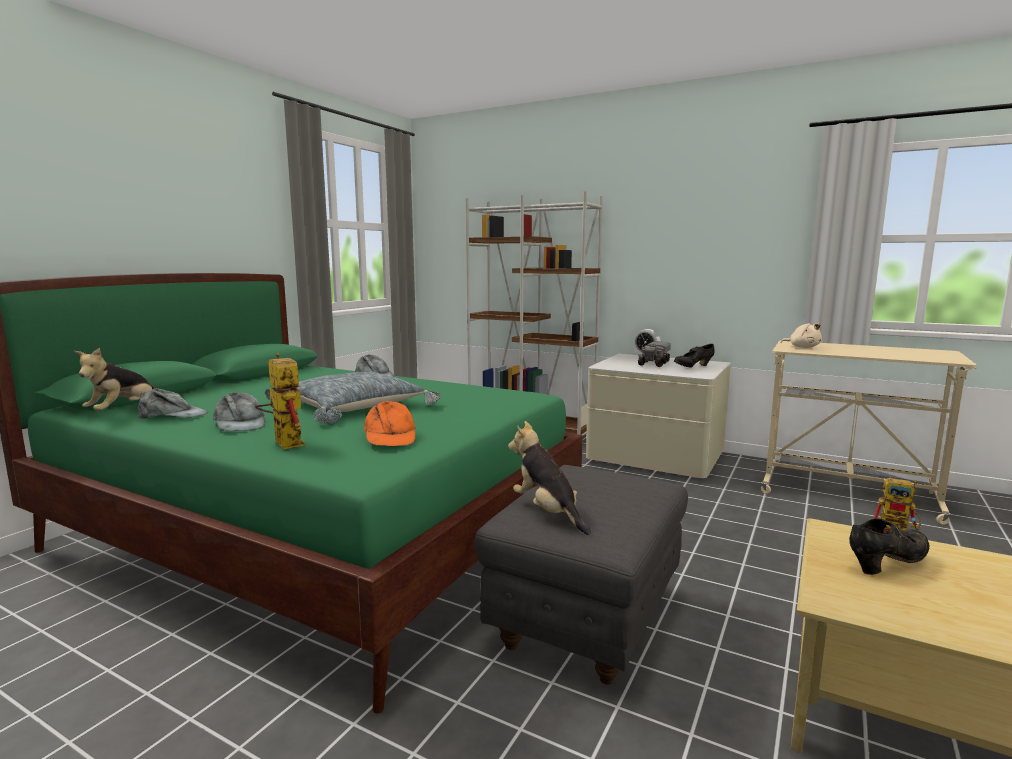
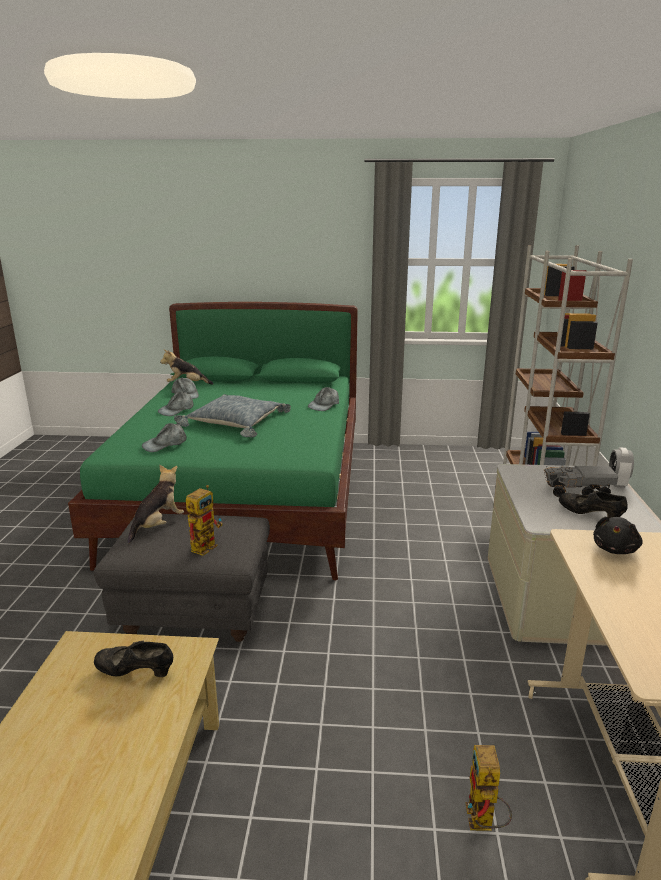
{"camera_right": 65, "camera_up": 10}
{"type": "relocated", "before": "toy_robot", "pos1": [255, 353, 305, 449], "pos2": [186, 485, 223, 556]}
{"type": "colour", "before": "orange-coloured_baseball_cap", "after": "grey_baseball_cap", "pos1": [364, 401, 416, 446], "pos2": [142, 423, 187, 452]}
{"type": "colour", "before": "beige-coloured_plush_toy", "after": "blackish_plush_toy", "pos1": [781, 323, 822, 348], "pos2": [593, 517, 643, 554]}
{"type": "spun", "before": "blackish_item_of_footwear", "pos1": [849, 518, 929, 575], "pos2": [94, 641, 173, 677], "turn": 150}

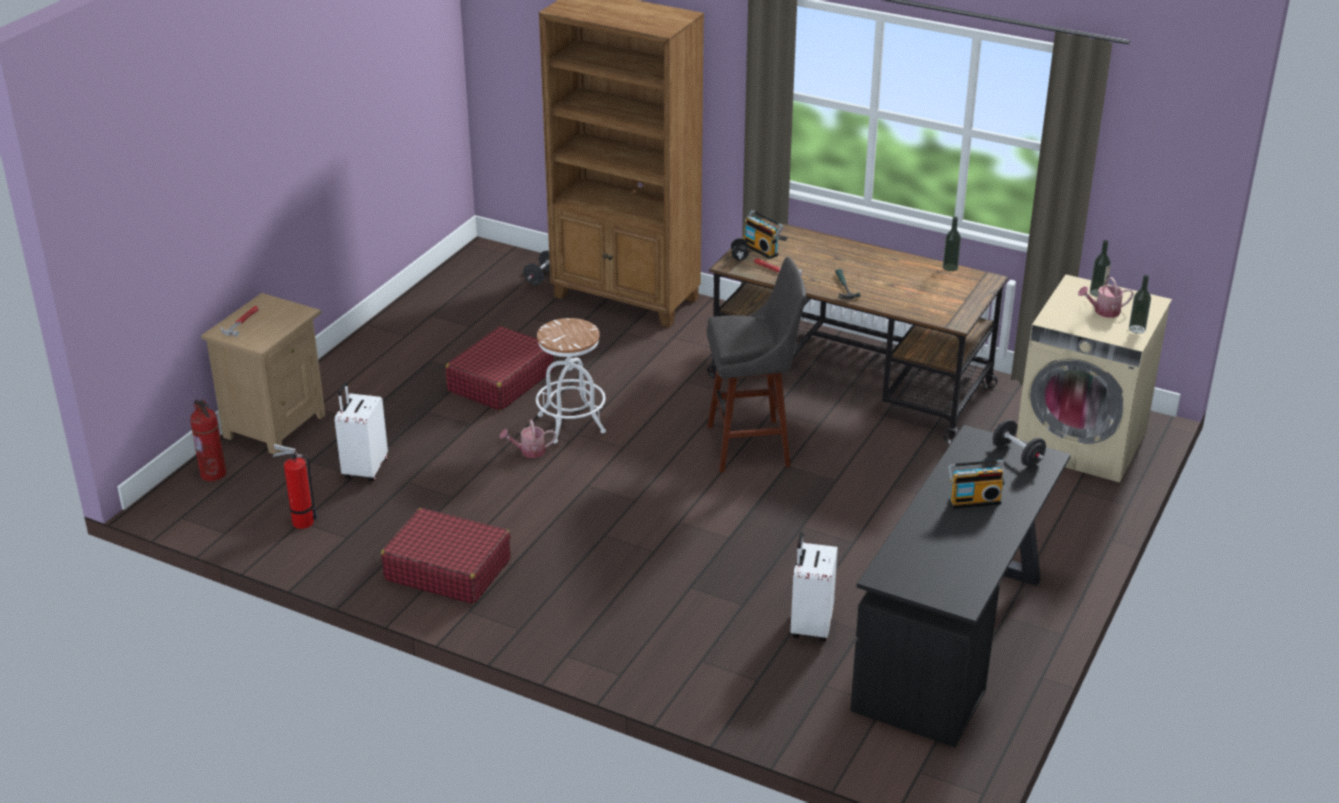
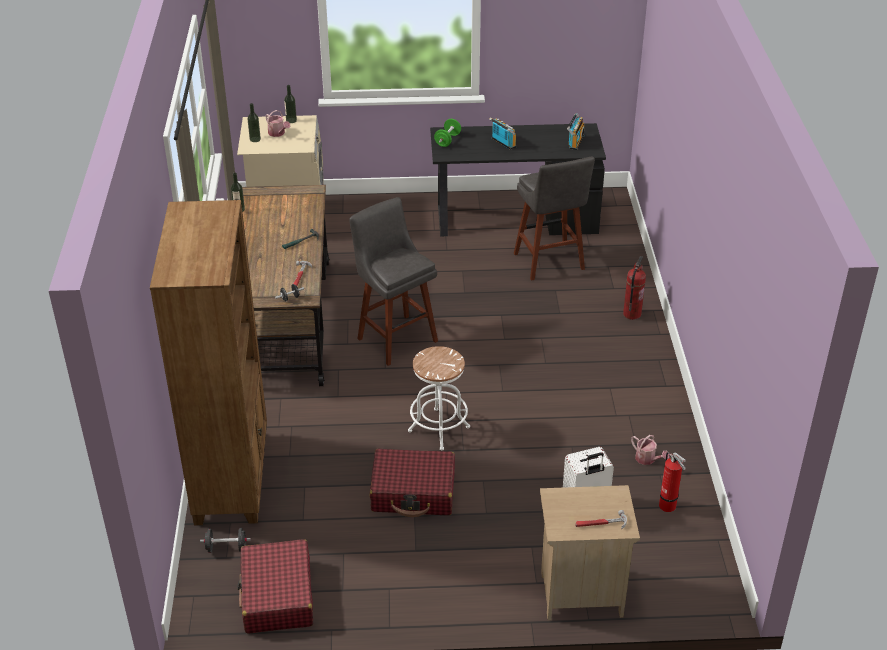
{"camera_right": -120, "camera_up": 5}
{"type": "relocated", "before": "fire_extinguisher", "pos1": [190, 399, 226, 481], "pos2": [623, 256, 646, 320]}
{"type": "relocated", "before": "reddish_suitcase", "pos1": [381, 508, 511, 604], "pos2": [237, 539, 313, 634]}
{"type": "relocated", "before": "sprinkling_can", "pos1": [499, 420, 556, 458], "pos2": [631, 435, 670, 465]}
{"type": "relocated", "before": "radio_set", "pos1": [744, 210, 783, 259], "pos2": [567, 113, 584, 150]}
{"type": "exchanged", "before": "white-coloured_suitcase", "after": "grey_sitting_stool", "pos1": [790, 532, 838, 642], "pos2": [514, 157, 595, 281]}
{"type": "colour", "before": "blackish_free_weight", "after": "green_free_weight", "pos1": [993, 419, 1046, 467], "pos2": [434, 119, 461, 147]}

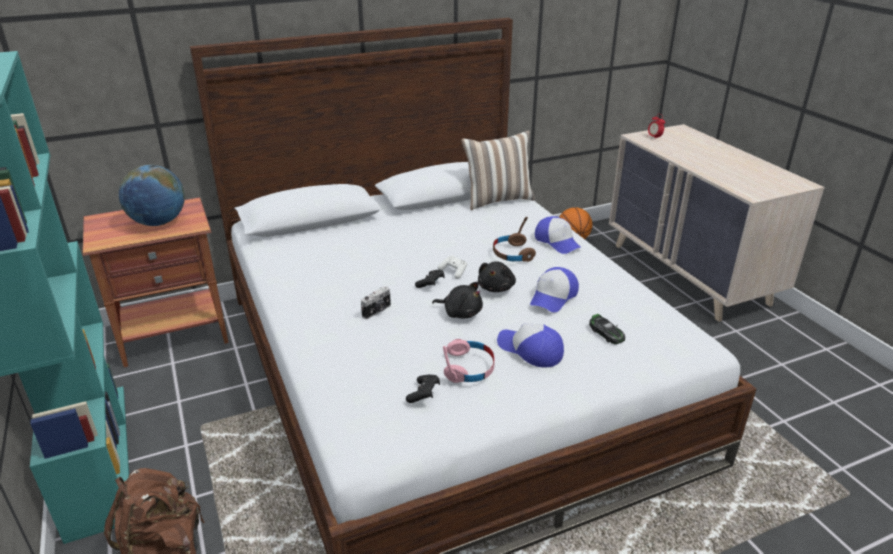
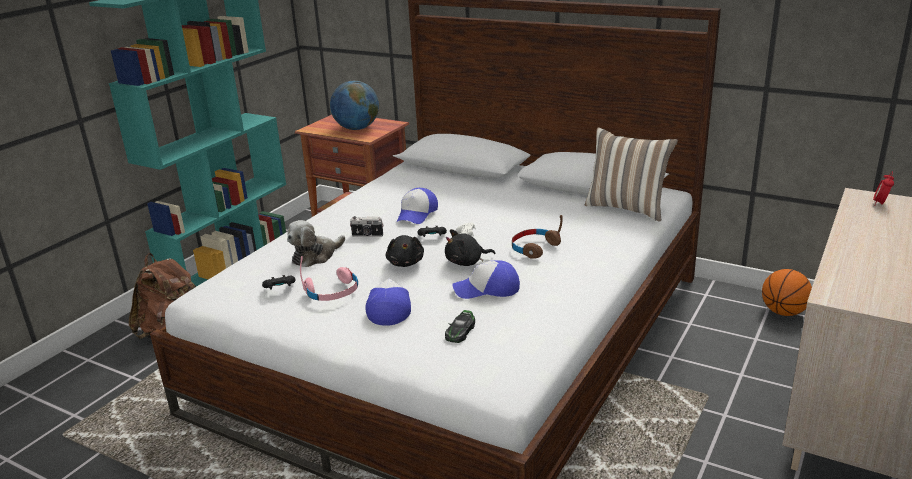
{"camera_right": 55, "camera_up": -5}
{"type": "relocated", "before": "baseball_cap", "pos1": [535, 216, 582, 254], "pos2": [397, 188, 438, 224]}
{"type": "appeared", "after": "plush_toy", "pos2": [287, 220, 345, 267]}

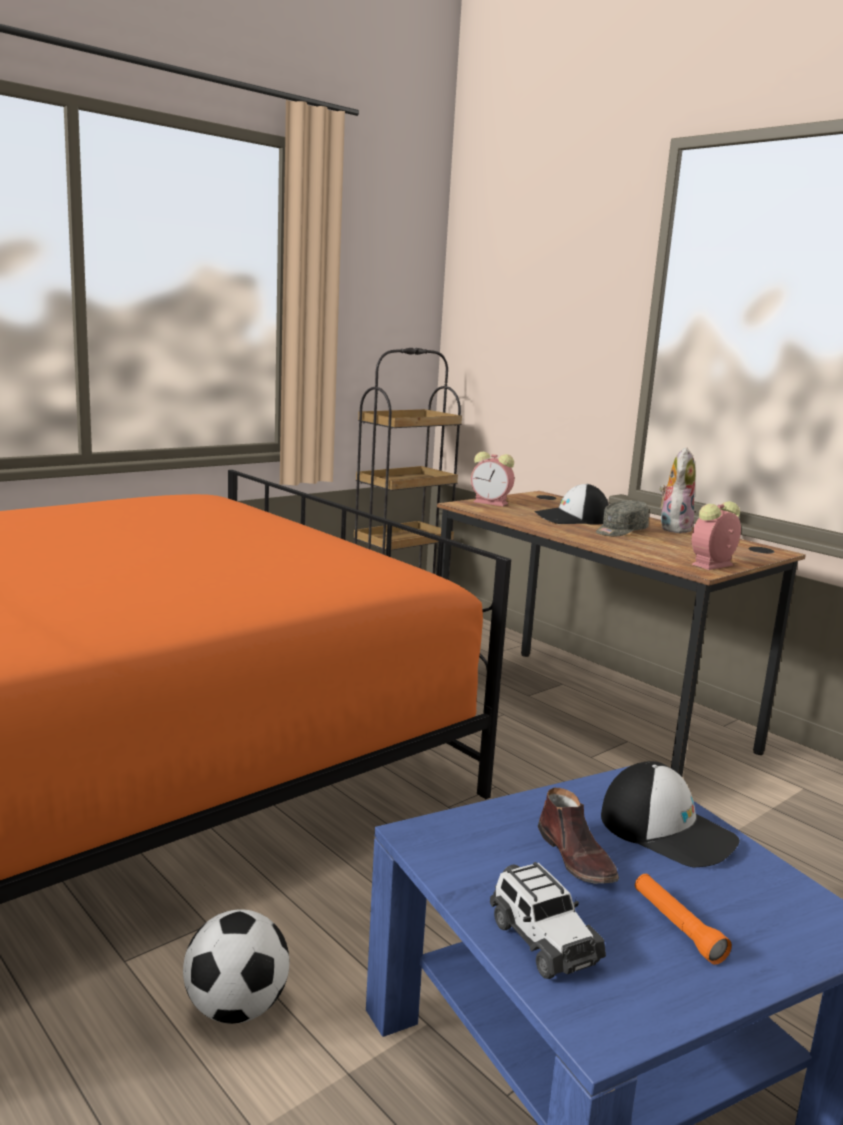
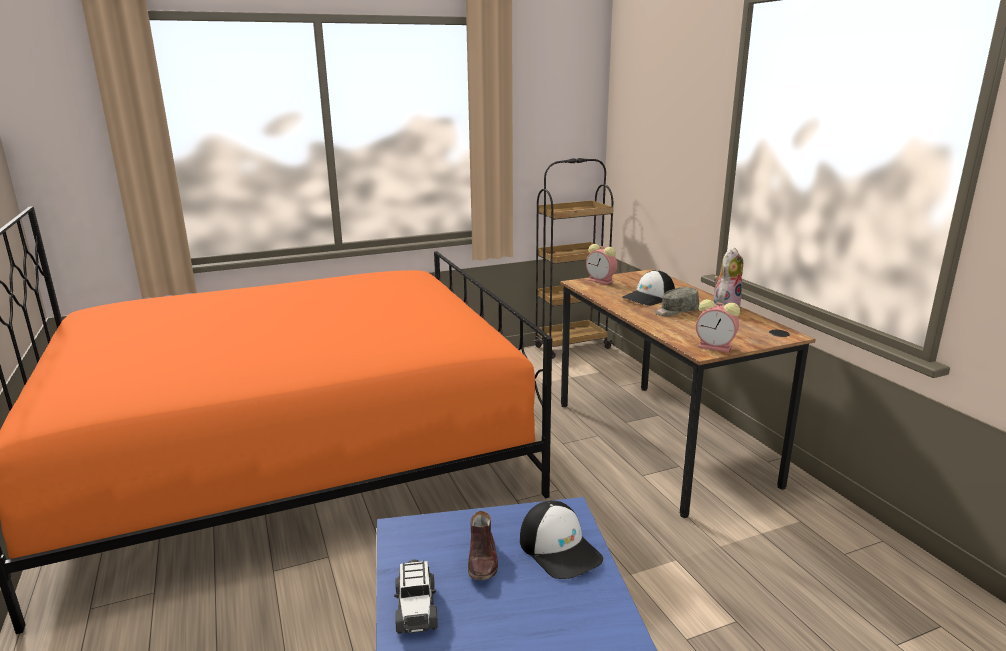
{"camera_right": 20, "camera_up": 5}
{"type": "missing", "before": "football_ball", "pos1": [183, 909, 289, 1024]}
{"type": "spun", "before": "baseball_cap", "pos1": [534, 484, 609, 525], "pos2": [622, 270, 675, 306], "turn": -45}
{"type": "missing", "before": "orange-coloured_hand_torch", "pos1": [635, 874, 732, 965]}
{"type": "spun", "before": "table_clock", "pos1": [692, 501, 741, 570], "pos2": [696, 299, 740, 353], "turn": -135}

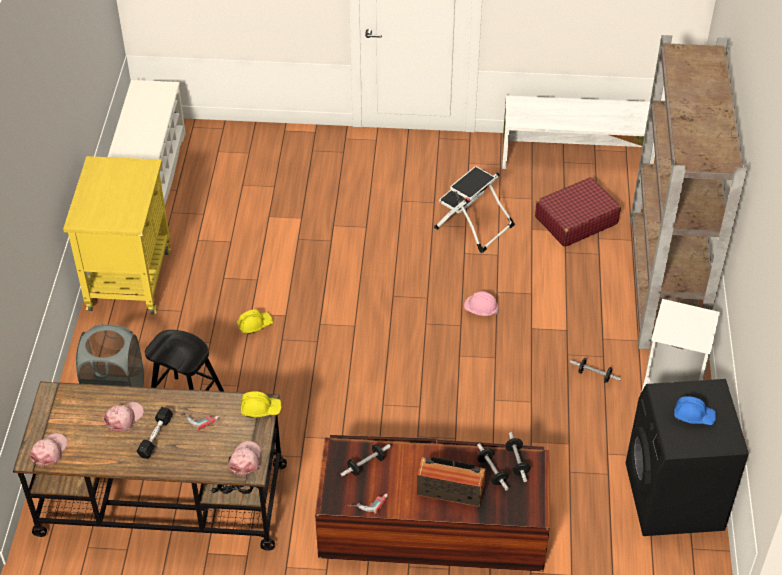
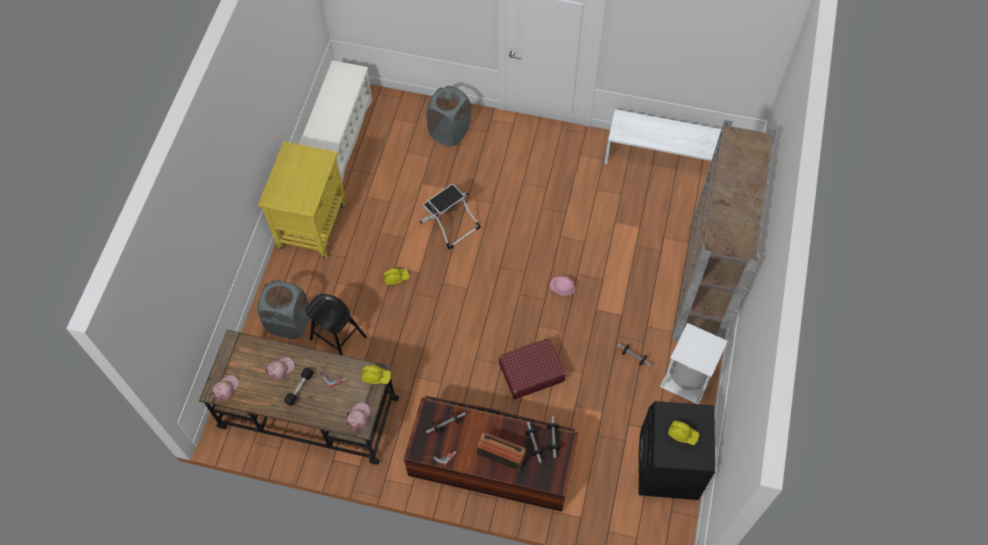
{"camera_right": 10, "camera_up": 15}
{"type": "relocated", "before": "step_ladder", "pos1": [434, 166, 515, 253], "pos2": [419, 184, 481, 250]}
{"type": "relocated", "before": "reddish_suitcase", "pos1": [535, 177, 621, 247], "pos2": [499, 338, 566, 399]}
{"type": "colour", "before": "blue_hard_hat", "after": "yellowish_hard_hat", "pos1": [674, 396, 716, 425], "pos2": [668, 421, 699, 445]}
{"type": "appeared", "after": "grey_washing_basket", "pos2": [426, 86, 471, 147]}

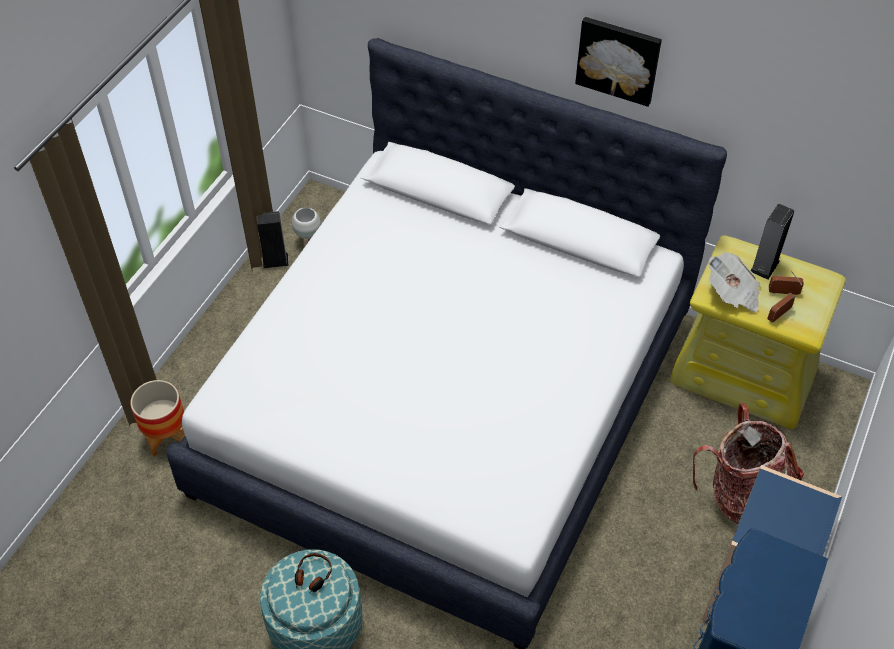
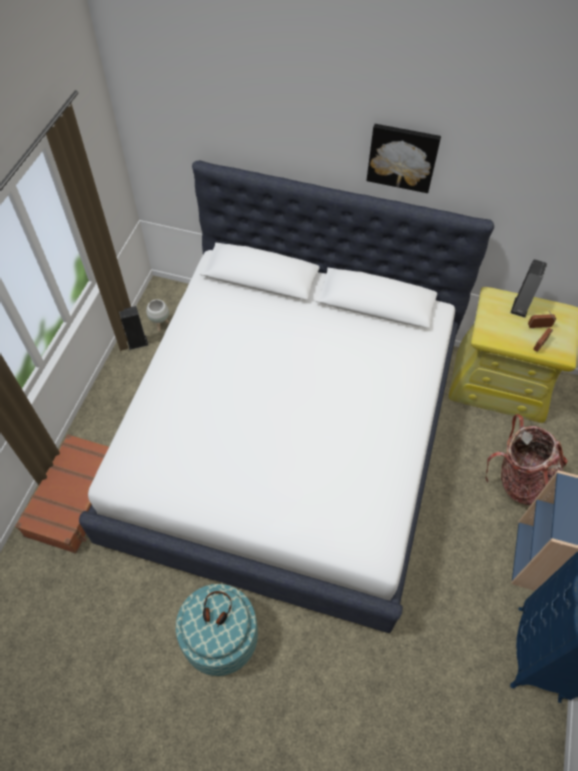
{"camera_right": -10, "camera_up": 5}
{"type": "exchanged", "before": "planter", "after": "brownish_suitcase", "pos1": [130, 380, 185, 456], "pos2": [15, 434, 109, 554]}
{"type": "missing", "before": "printed_paper", "pos1": [708, 252, 760, 312]}

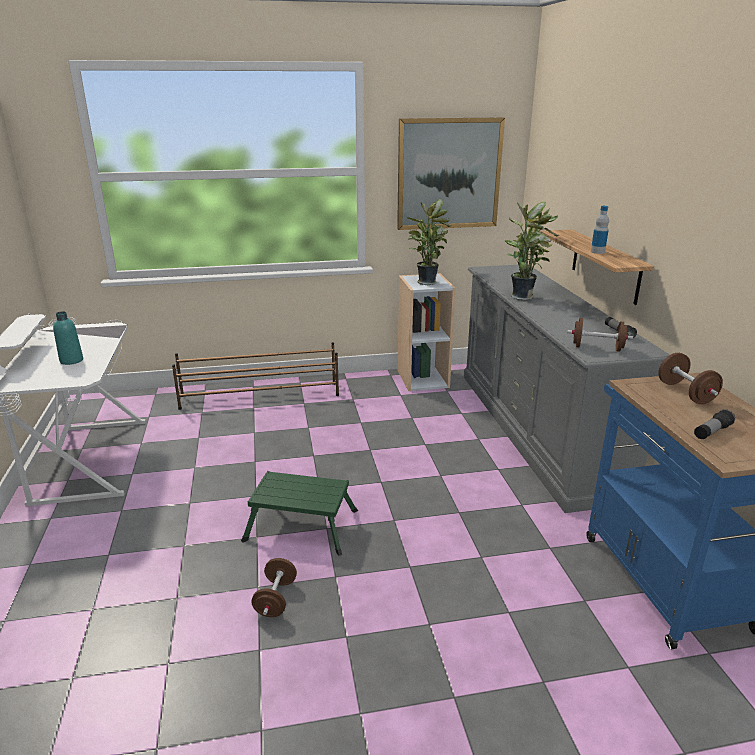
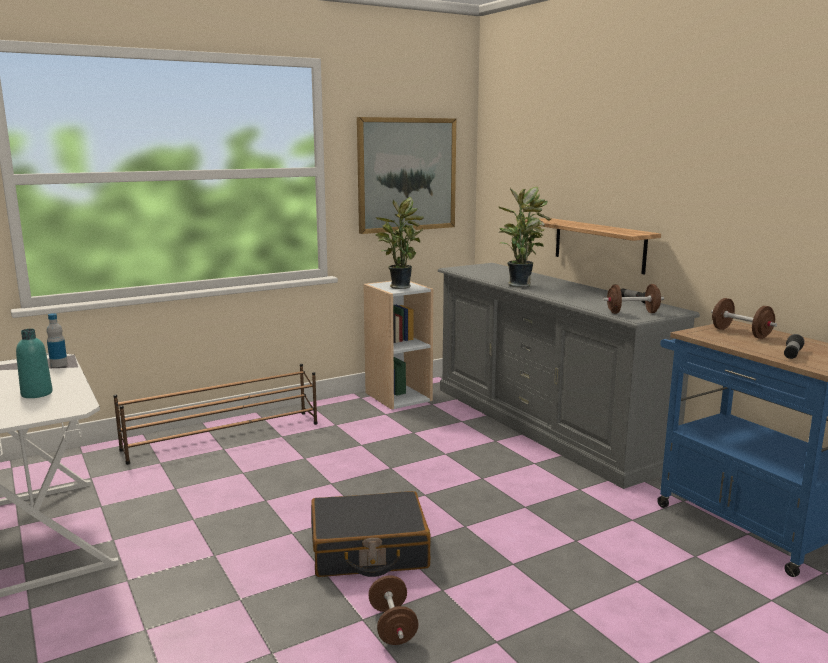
{"camera_right": -20, "camera_up": -10}
{"type": "exchanged", "before": "green_step_ladder", "after": "blackish_suitcase", "pos1": [241, 471, 358, 556], "pos2": [311, 491, 430, 577]}
{"type": "relocated", "before": "beverage_bottle", "pos1": [591, 206, 609, 254], "pos2": [46, 313, 68, 367]}

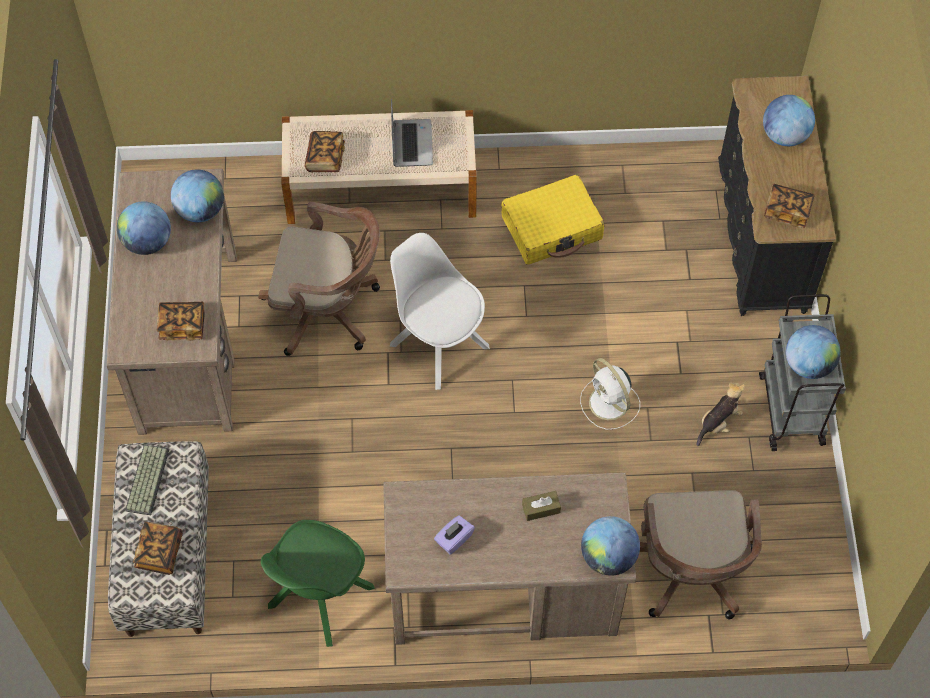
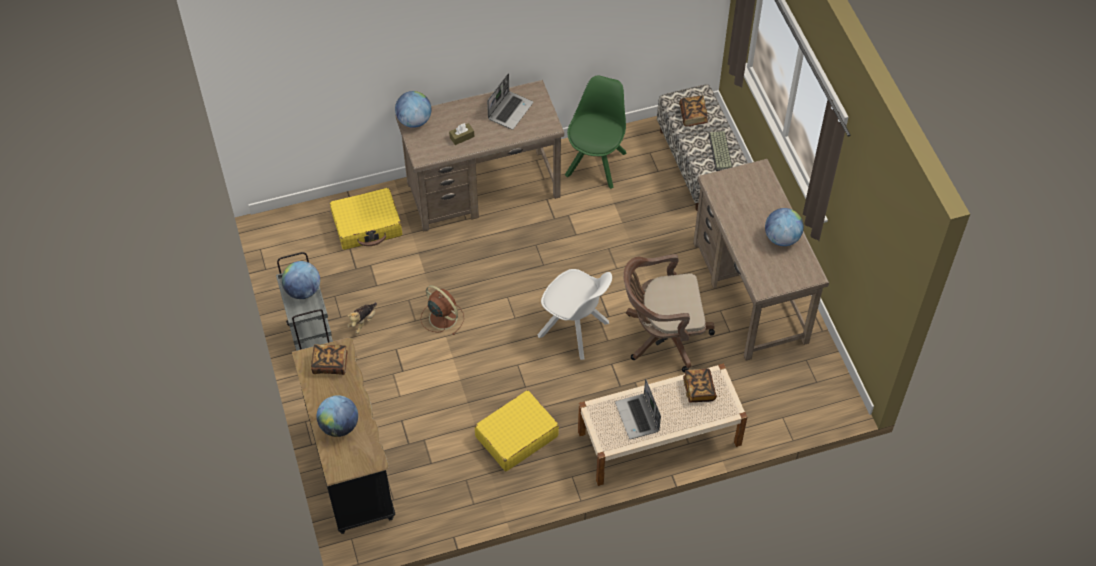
{"camera_right": 165, "camera_up": -5}
{"type": "missing", "before": "volume", "pos1": [157, 302, 205, 341]}
{"type": "missing", "before": "world_globe", "pos1": [171, 169, 224, 222]}
{"type": "exchanged", "before": "purple_tissue_box", "after": "portable_computer", "pos1": [434, 515, 475, 555], "pos2": [487, 73, 533, 130]}
{"type": "colour", "before": "white-coloured_electric_fan", "after": "brownish_electric_fan", "pos1": [580, 358, 640, 430], "pos2": [420, 285, 464, 335]}
{"type": "exchanged", "before": "brownish_computer_chair", "after": "yellowish_suitcase", "pos1": [640, 490, 762, 619], "pos2": [330, 188, 402, 250]}

